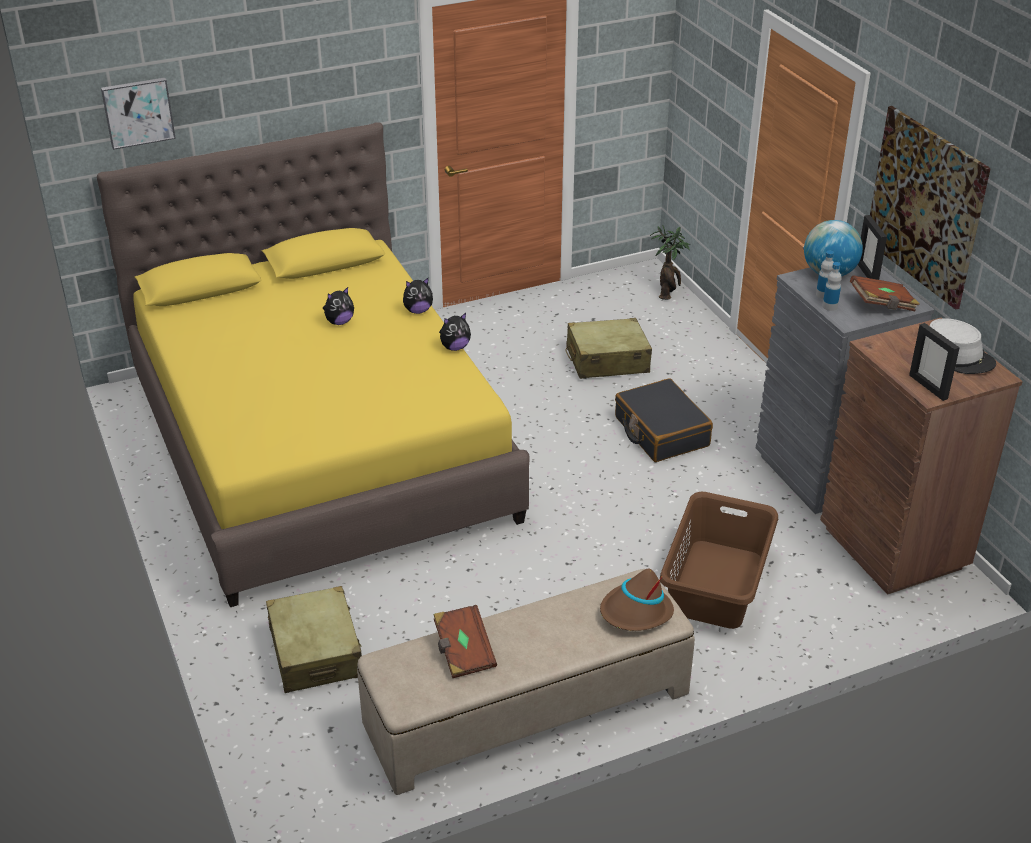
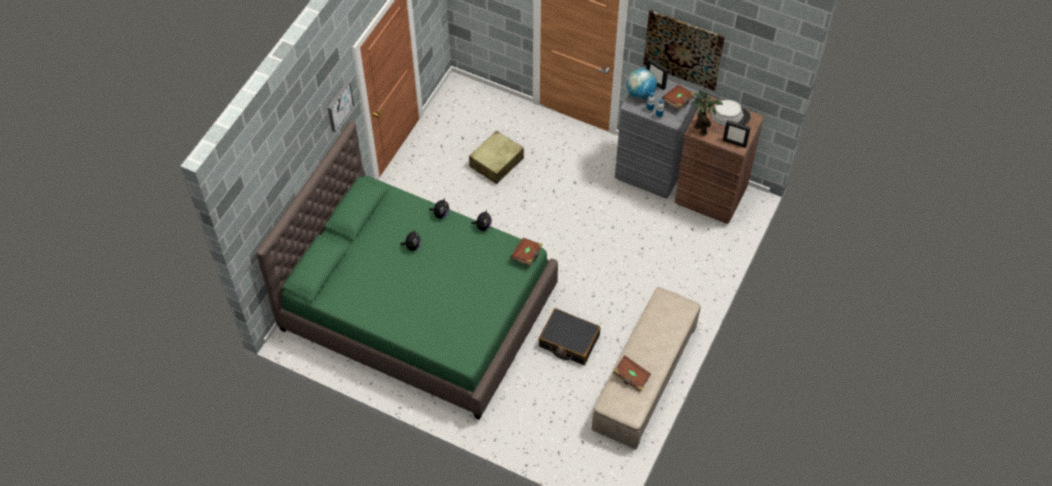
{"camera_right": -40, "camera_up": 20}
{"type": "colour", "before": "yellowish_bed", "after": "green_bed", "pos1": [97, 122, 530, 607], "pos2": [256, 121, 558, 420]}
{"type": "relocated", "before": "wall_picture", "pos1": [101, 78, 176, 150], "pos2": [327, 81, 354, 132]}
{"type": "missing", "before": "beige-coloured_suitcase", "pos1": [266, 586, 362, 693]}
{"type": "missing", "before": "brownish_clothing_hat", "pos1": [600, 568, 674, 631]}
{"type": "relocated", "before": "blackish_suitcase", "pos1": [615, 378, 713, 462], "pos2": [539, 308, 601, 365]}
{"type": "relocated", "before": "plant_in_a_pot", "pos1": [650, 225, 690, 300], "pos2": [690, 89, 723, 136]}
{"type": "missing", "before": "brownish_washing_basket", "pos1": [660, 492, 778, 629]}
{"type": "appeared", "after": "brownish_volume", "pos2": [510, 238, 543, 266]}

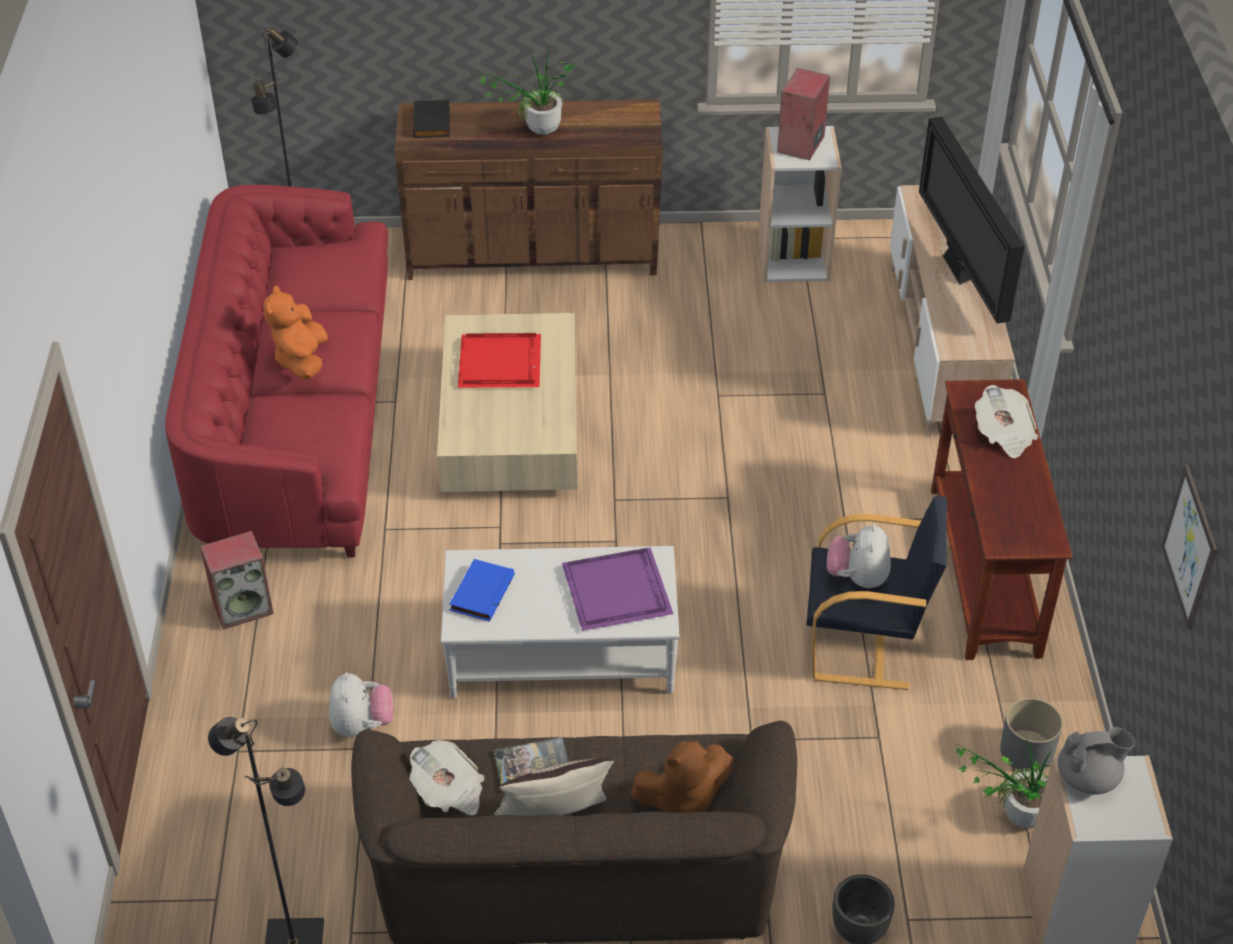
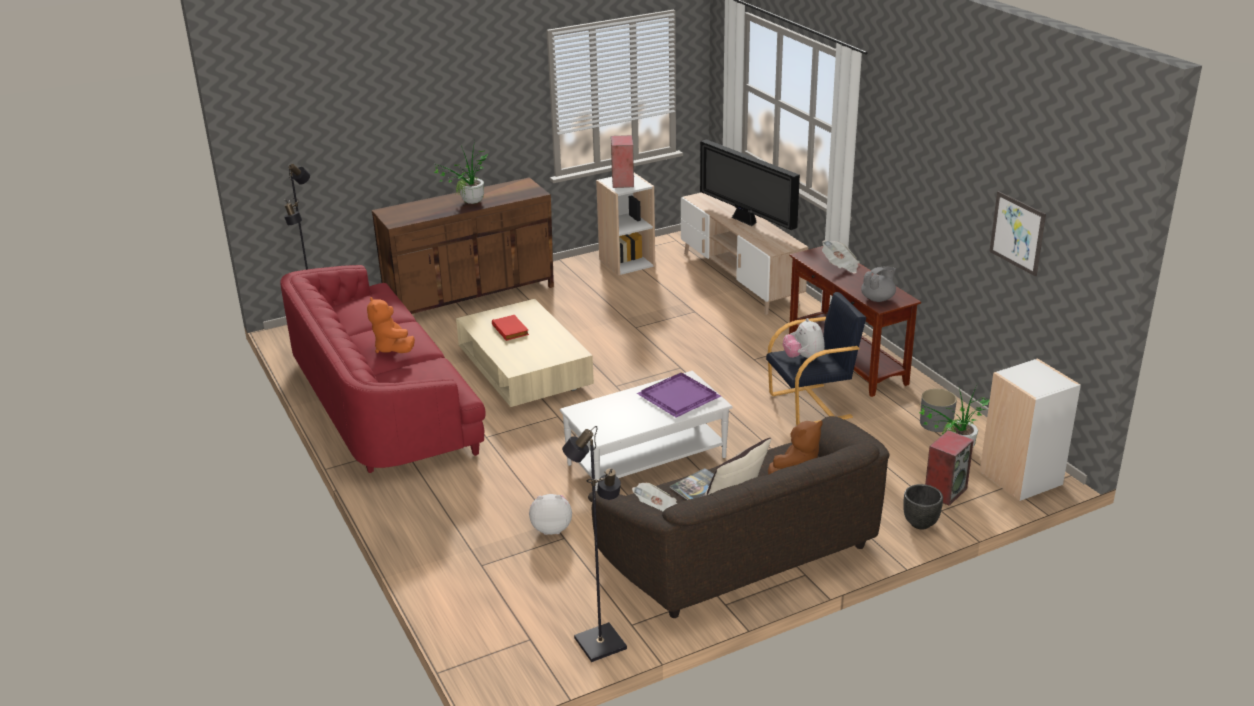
{"camera_right": -25, "camera_up": -15}
{"type": "relocated", "before": "audio_speaker", "pos1": [200, 531, 274, 630], "pos2": [925, 430, 974, 506]}
{"type": "spun", "before": "plush_toy", "pos1": [329, 672, 393, 737], "pos2": [529, 494, 572, 535], "turn": -60}
{"type": "missing", "before": "blackish_volume", "pos1": [413, 100, 450, 138]}
{"type": "missing", "before": "blue_volume", "pos1": [449, 559, 515, 622]}
{"type": "exchanged", "before": "reddish_carrying_tray", "after": "reddish_volume", "pos1": [458, 333, 541, 388], "pos2": [492, 315, 529, 341]}
{"type": "relocated", "before": "grey_teapot", "pos1": [1058, 727, 1135, 795], "pos2": [861, 266, 896, 302]}

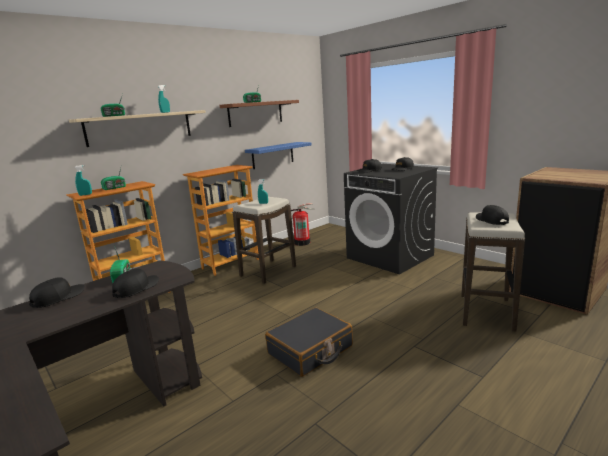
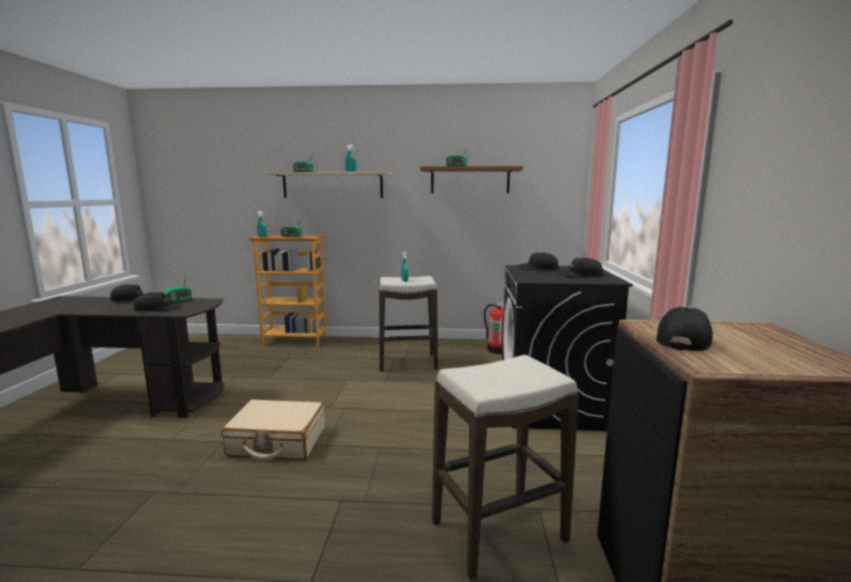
{"camera_right": 45, "camera_up": -5}
{"type": "missing", "before": "shelving_unit", "pos1": [183, 165, 259, 276]}
{"type": "missing", "before": "blue_shelf", "pos1": [245, 142, 312, 169]}
{"type": "colour", "before": "blackish_suitcase", "after": "beige-coloured_suitcase", "pos1": [265, 308, 353, 377], "pos2": [221, 399, 325, 461]}
{"type": "relocated", "before": "blackish_baseball_cap", "pos1": [476, 205, 509, 225], "pos2": [656, 307, 713, 351]}

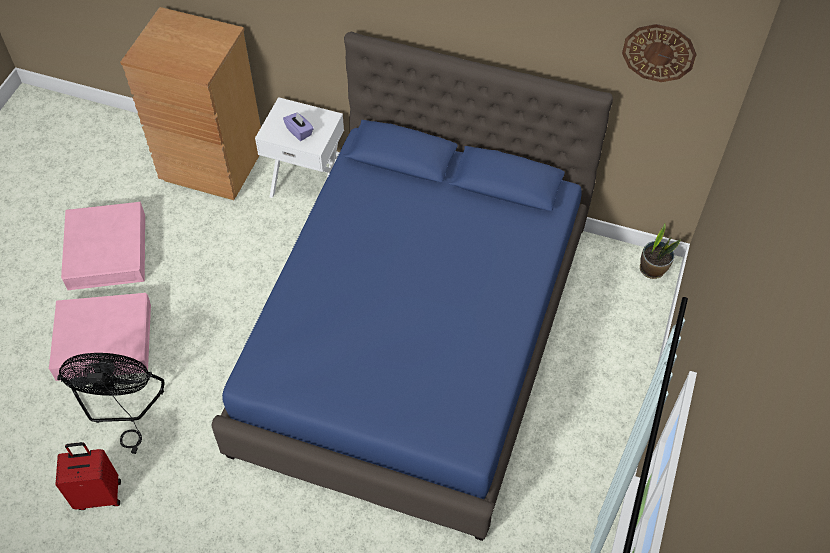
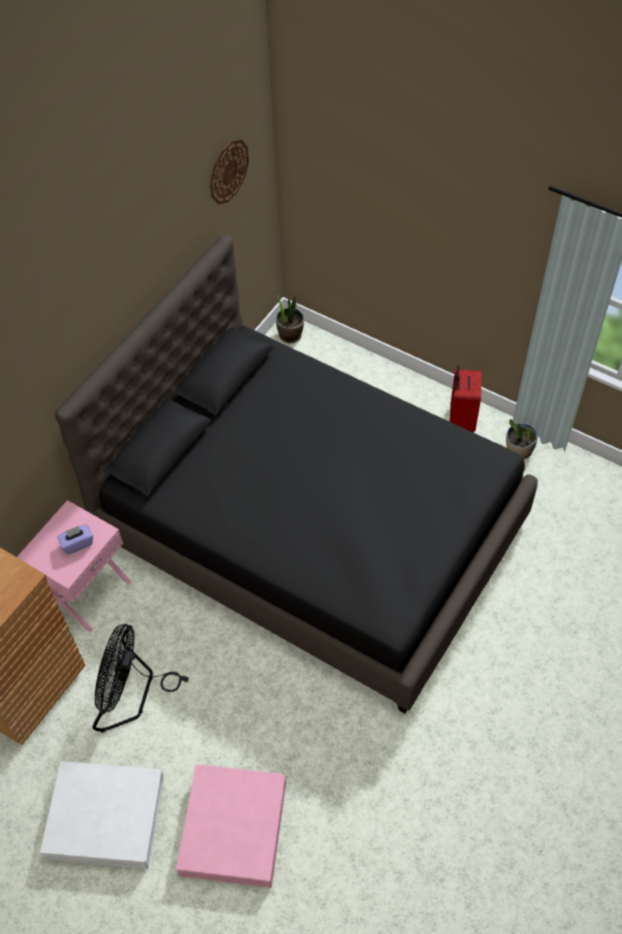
{"camera_right": -75, "camera_up": 0}
{"type": "relocated", "before": "reddish_suitcase", "pos1": [55, 442, 121, 510], "pos2": [450, 366, 482, 432]}
{"type": "relocated", "before": "blackish_electric_fan", "pos1": [57, 353, 164, 454], "pos2": [92, 624, 189, 733]}
{"type": "colour", "before": "pink_storage_box", "after": "white-coloured_storage_box", "pos1": [61, 202, 145, 290], "pos2": [40, 761, 164, 869]}
{"type": "colour", "before": "blue_bed", "after": "blackish_bed", "pos1": [212, 31, 613, 541], "pos2": [55, 235, 538, 714]}
{"type": "colour", "before": "white-coloured_night_table", "after": "pink_night_table", "pos1": [255, 97, 344, 198], "pos2": [17, 500, 132, 632]}
{"type": "appeared", "after": "plant_in_a_pot", "pos2": [506, 419, 538, 459]}

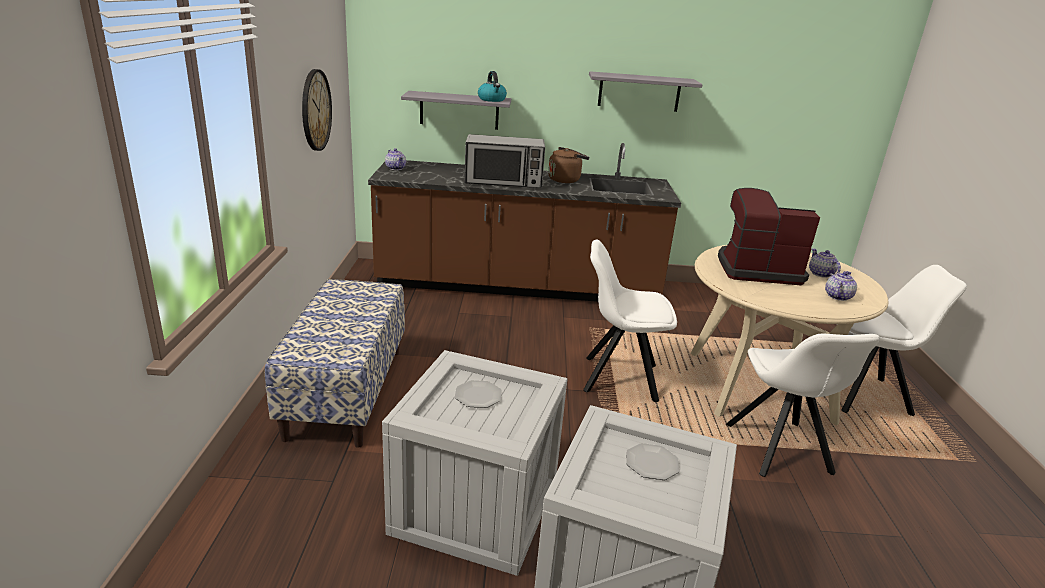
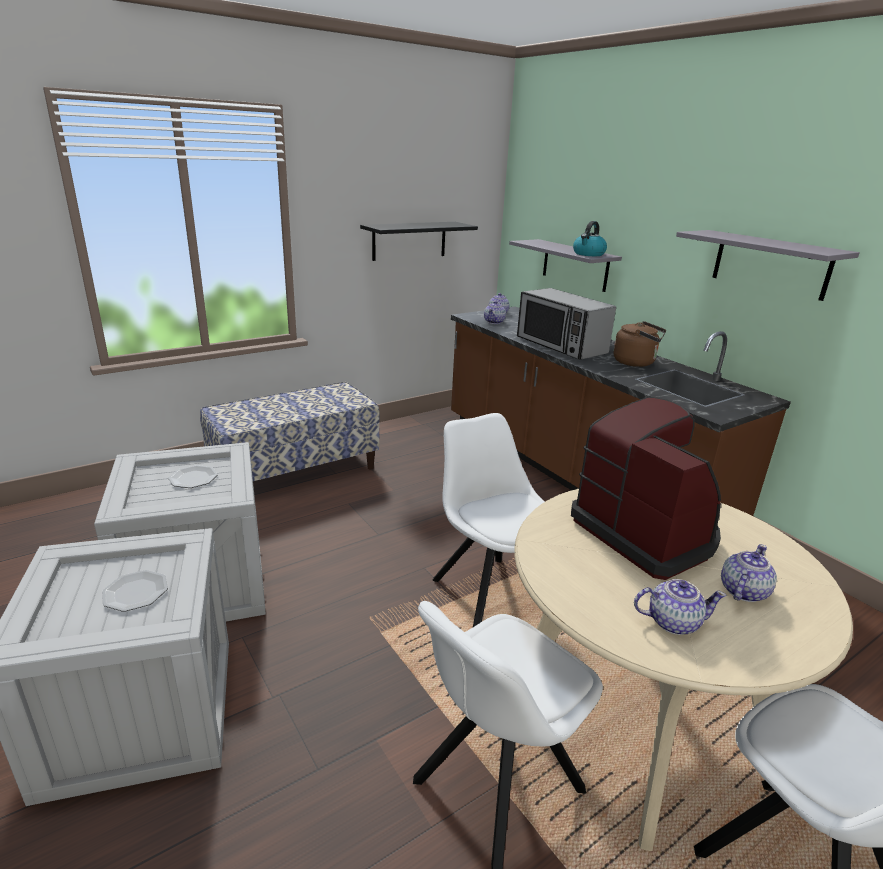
{"camera_right": 55, "camera_up": 0}
{"type": "exchanged", "before": "wall_clock", "after": "blackish_shelf", "pos1": [302, 69, 332, 151], "pos2": [360, 222, 478, 261]}
{"type": "appeared", "after": "teapot", "pos2": [484, 301, 506, 324]}

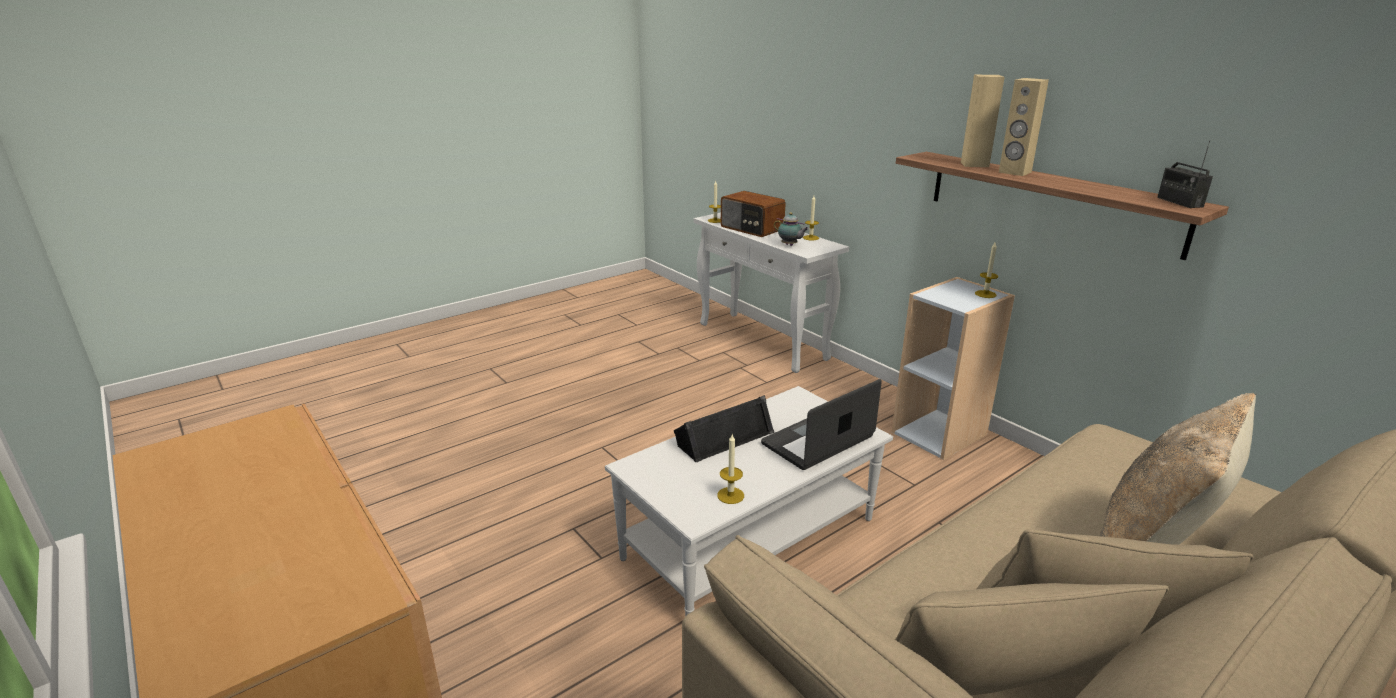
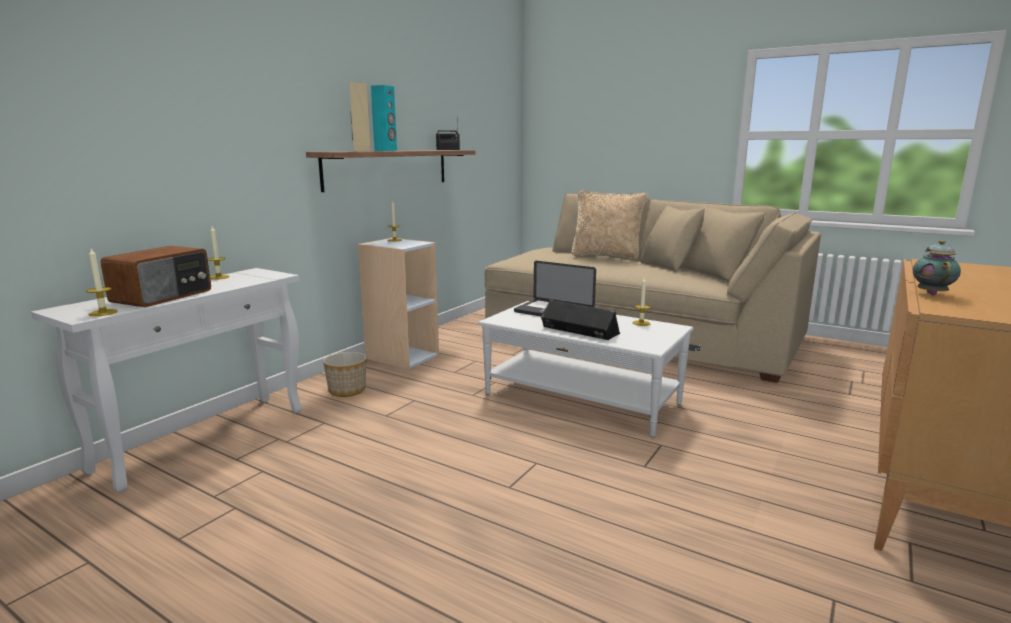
{"camera_right": -110, "camera_up": -10}
{"type": "relocated", "before": "teapot", "pos1": [774, 212, 809, 246], "pos2": [913, 240, 961, 295]}
{"type": "colour", "before": "beige-coloured_audio_speaker", "after": "turquoise-coloured_audio_speaker", "pos1": [999, 78, 1049, 176], "pos2": [371, 85, 397, 151]}
{"type": "appeared", "after": "planter", "pos2": [323, 352, 367, 397]}

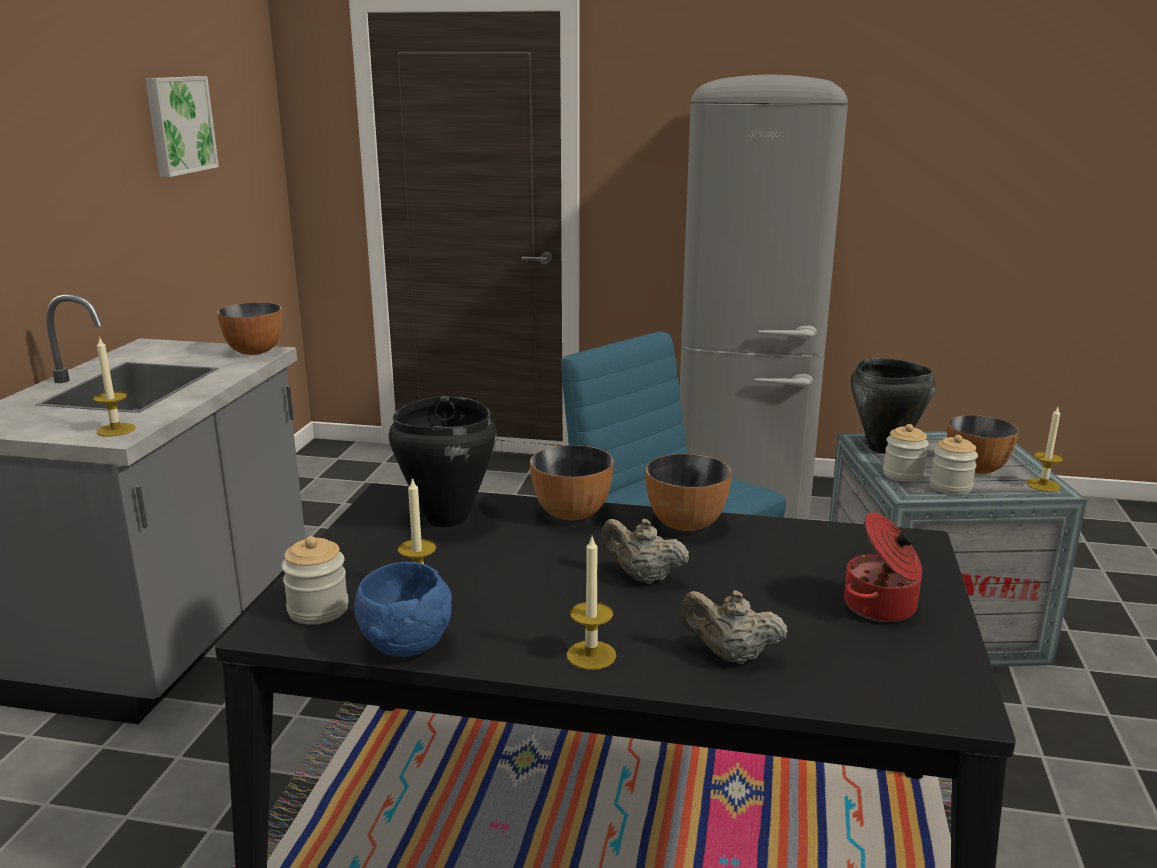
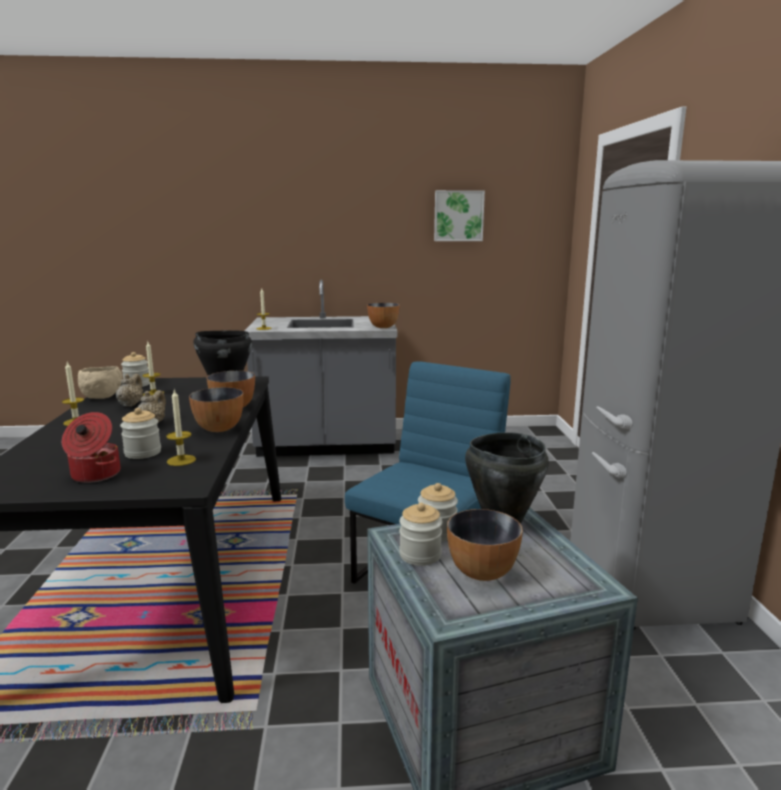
{"camera_right": 75, "camera_up": -5}
{"type": "colour", "before": "blue_deep_dish", "after": "beige-coloured_deep_dish", "pos1": [354, 562, 452, 657], "pos2": [78, 366, 122, 399]}
{"type": "relocated", "before": "beige-coloured_teapot", "pos1": [680, 590, 788, 664], "pos2": [116, 374, 143, 407]}
{"type": "relocated", "before": "wax_candle", "pos1": [1026, 407, 1063, 492], "pos2": [166, 390, 196, 466]}
{"type": "appeared", "after": "preserve_jar", "pos2": [120, 408, 161, 459]}

